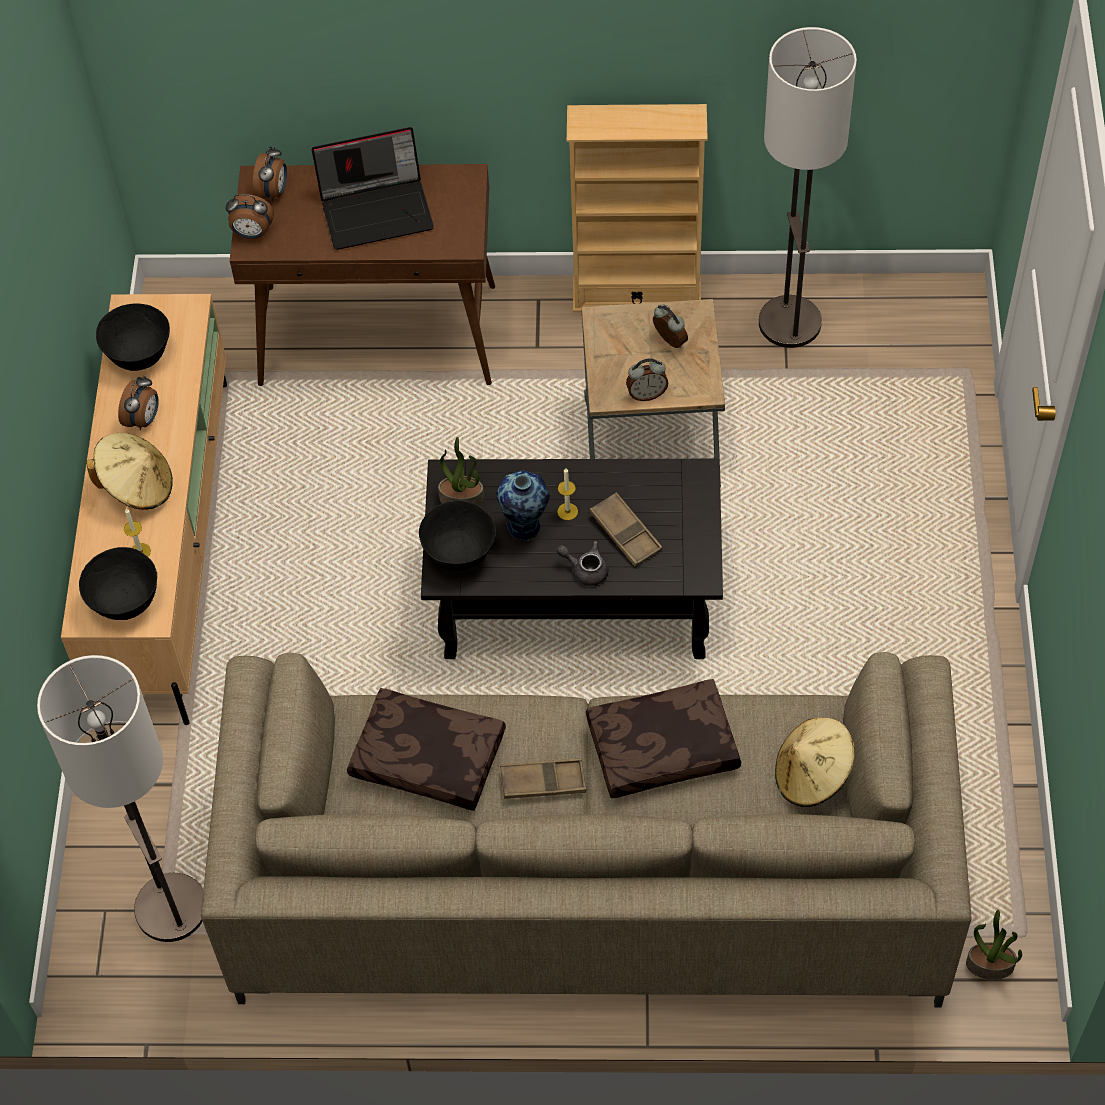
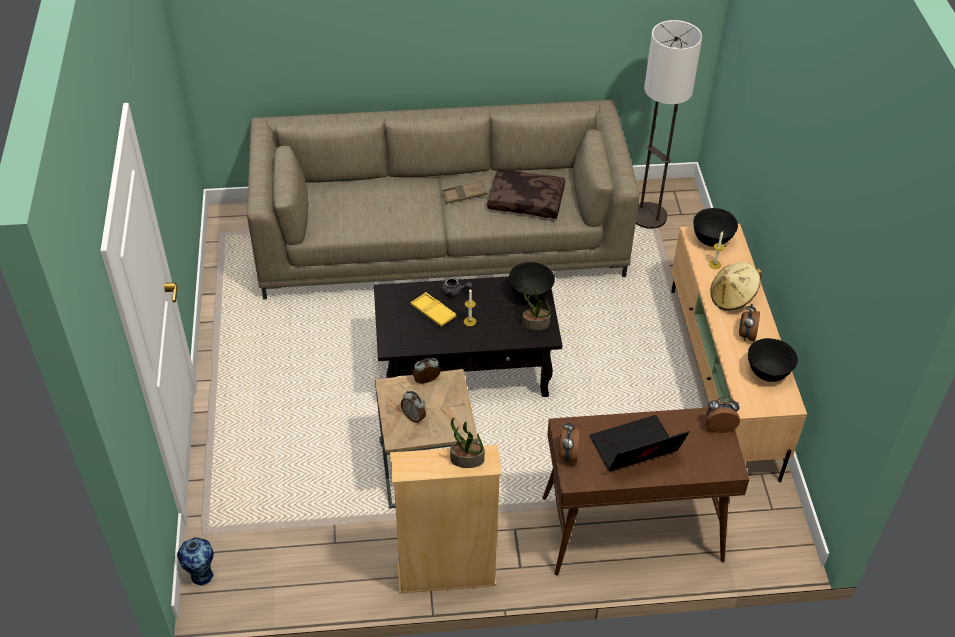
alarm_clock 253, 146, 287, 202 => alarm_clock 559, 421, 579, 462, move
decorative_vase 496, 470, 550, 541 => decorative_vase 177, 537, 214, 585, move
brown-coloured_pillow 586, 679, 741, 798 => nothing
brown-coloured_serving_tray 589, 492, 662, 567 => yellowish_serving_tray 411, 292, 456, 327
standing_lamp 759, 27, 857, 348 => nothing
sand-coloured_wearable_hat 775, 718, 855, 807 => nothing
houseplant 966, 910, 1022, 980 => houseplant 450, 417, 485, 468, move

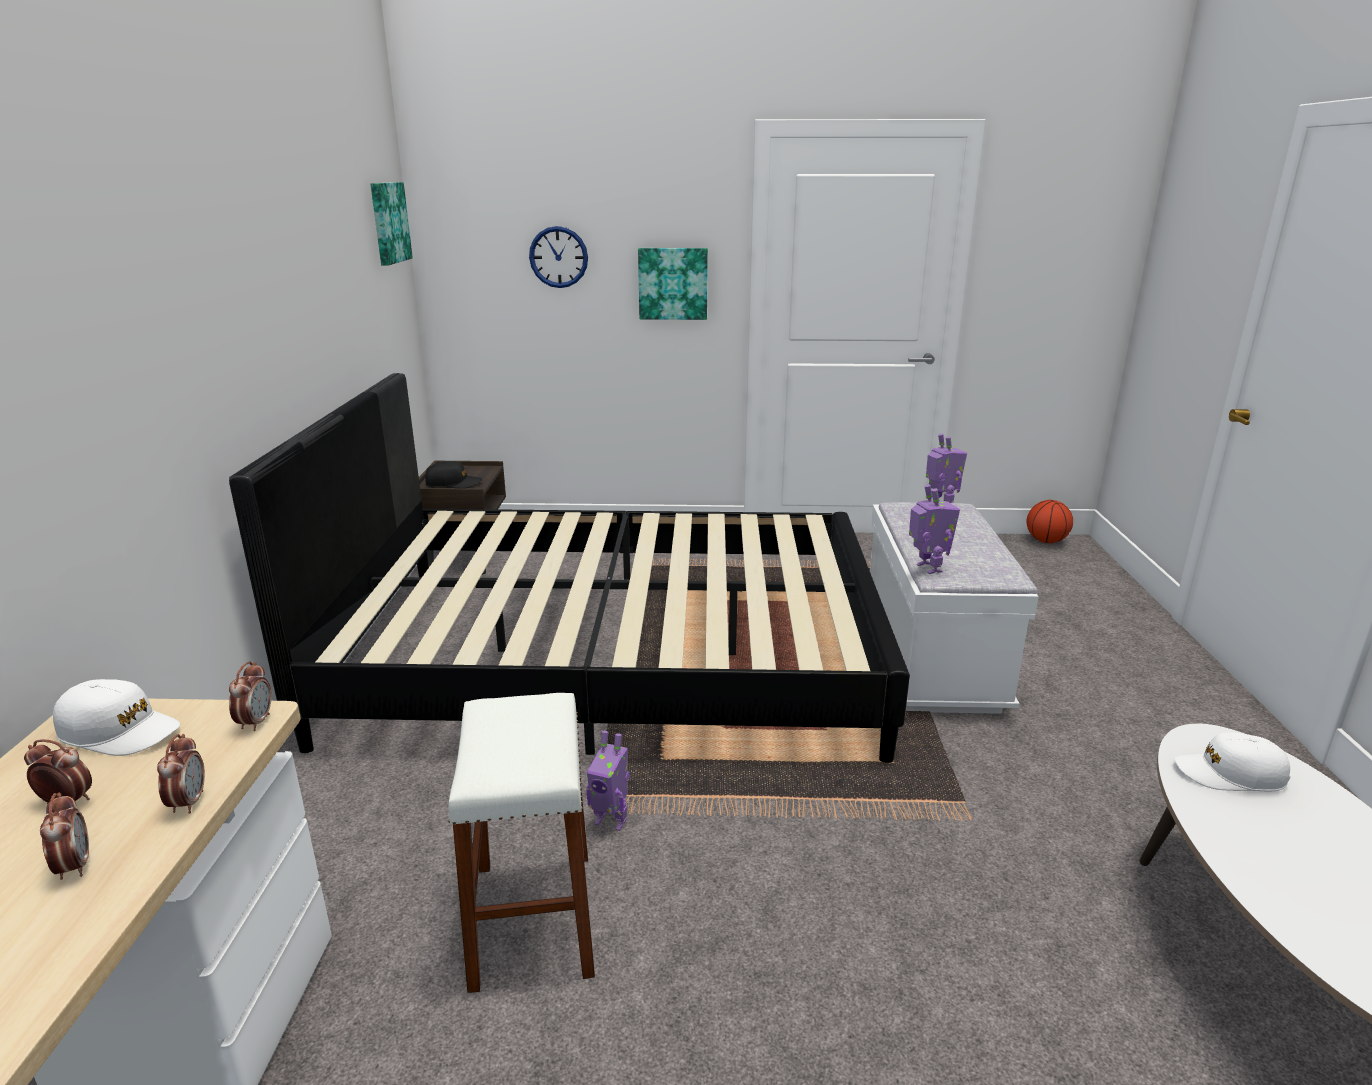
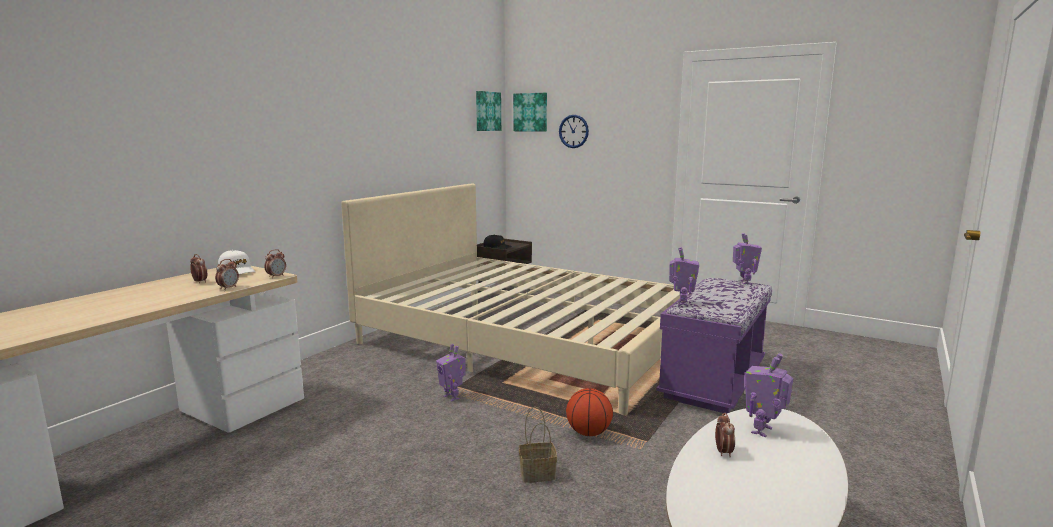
alarm_clock 40, 793, 89, 880 => alarm_clock 715, 413, 735, 457, move
blackish_bedroom_bed 229, 373, 910, 763 => sand-coloured_bedroom_bed 341, 183, 688, 415
whitish_stool 448, 693, 595, 993 => nothing
wall_art 638, 248, 708, 320 => wall_art 513, 93, 547, 132, move
whitish_indoor_bench 870, 502, 1039, 714 => purple_indoor_bench 656, 278, 772, 414
basketball 1027, 500, 1073, 543 => basketball 566, 388, 613, 436, move
whitish_peaked_cap 1174, 732, 1291, 791 => model_robot 745, 353, 793, 437
nothing => household_basket 519, 407, 557, 483

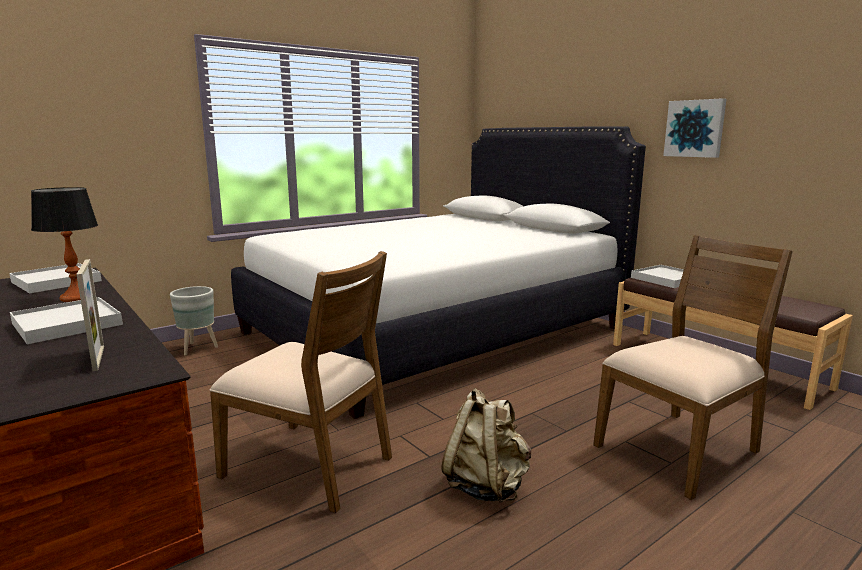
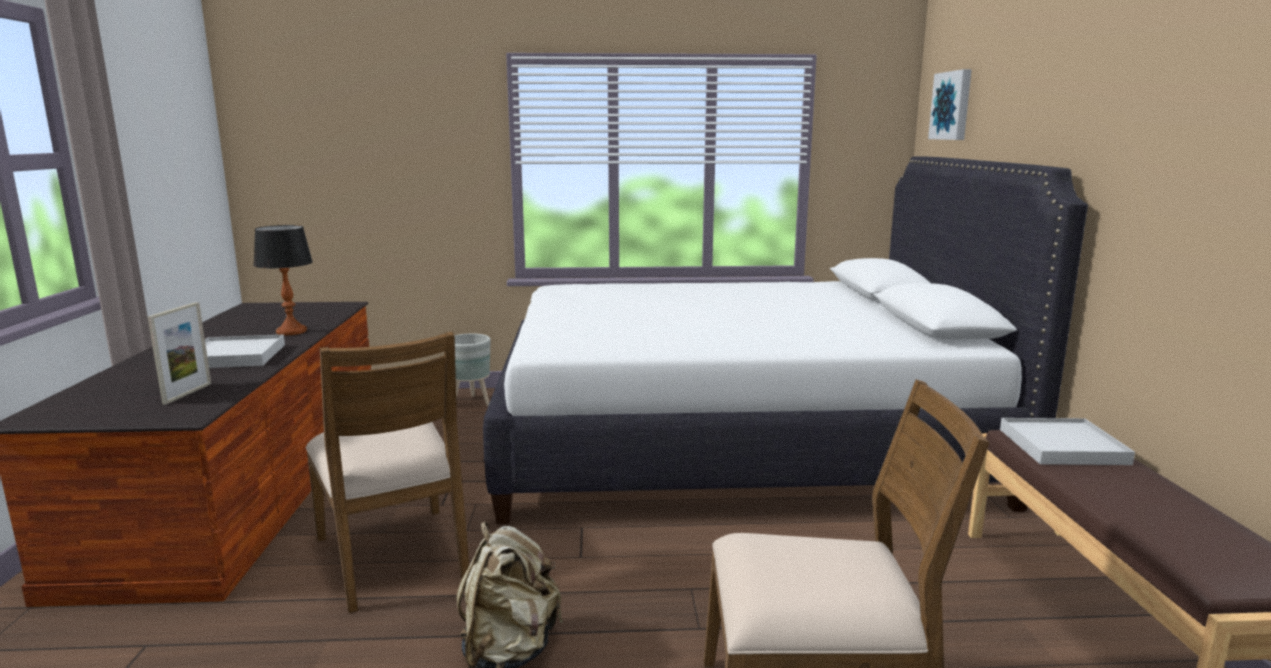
whitish_serving_tray 9, 263, 102, 294 => nothing
wall_art 663, 98, 727, 158 => wall_art 928, 69, 972, 140, move

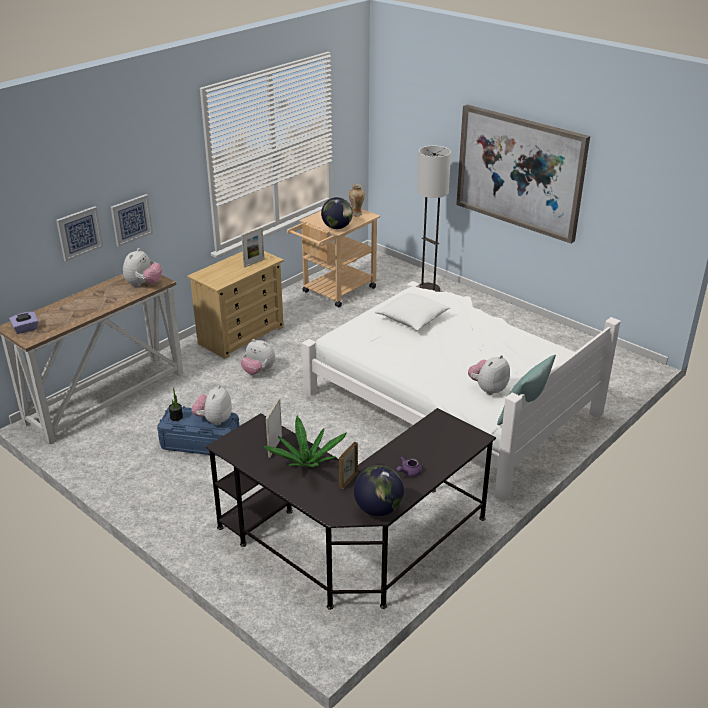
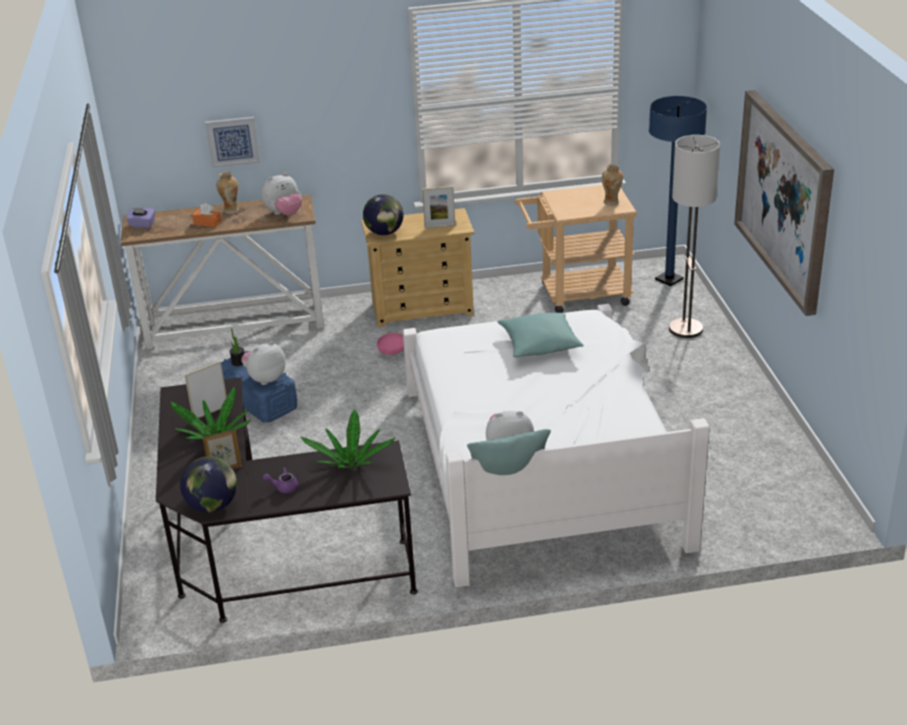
wall_art 111, 194, 153, 247 => nothing
soft_toy 241, 339, 275, 375 => pink-coloured_serving_bowl 377, 333, 404, 355
world_globe 321, 197, 353, 229 => world_globe 363, 194, 404, 235, move
whitish_pillow 375, 293, 450, 331 => turquoise-coloured_pillow 498, 313, 584, 358
nothing => orangey_tissue_box 192, 203, 222, 227
nothing => decorative_vase 216, 171, 239, 214
nothing => houseplant 300, 409, 396, 469
nothing => bluish_standing_lamp 649, 96, 707, 286

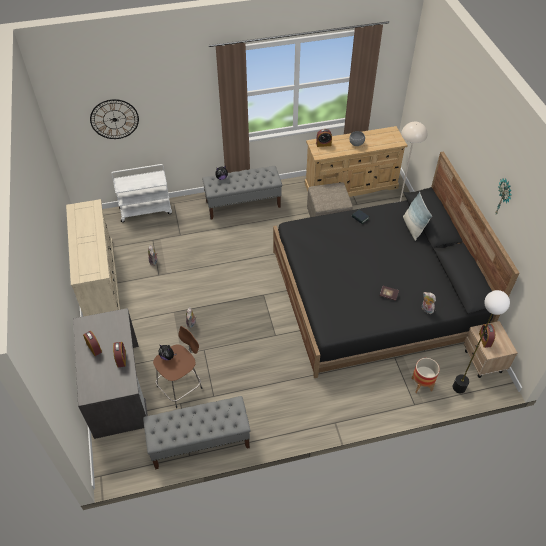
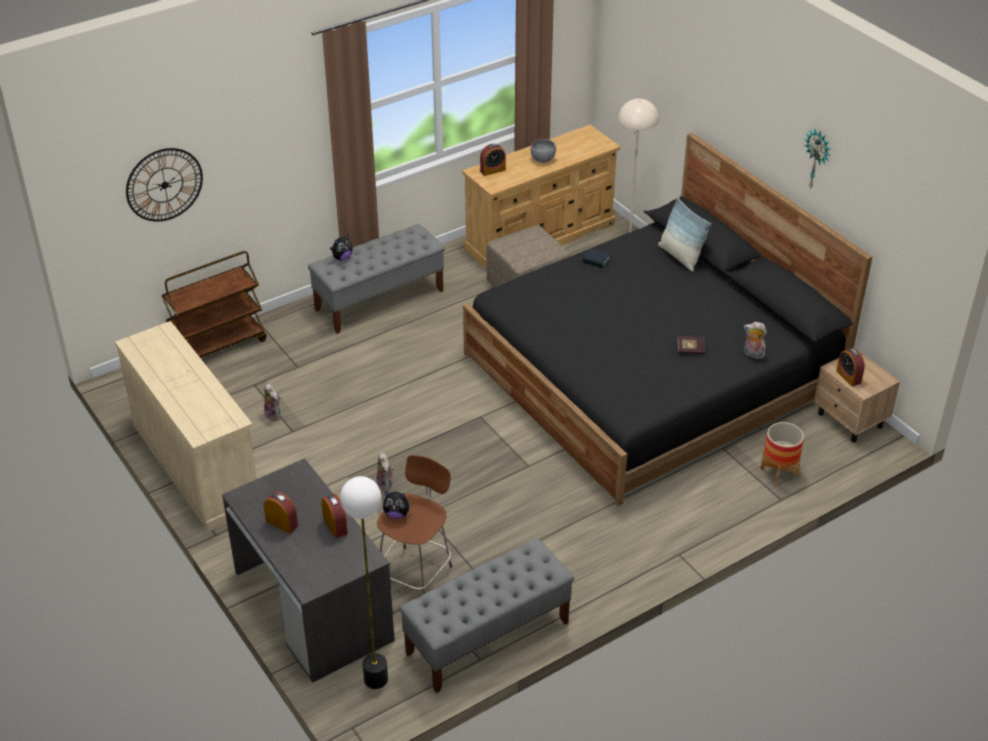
whitish_cart 112, 164, 172, 222 => brown-coloured_cart 161, 251, 267, 358
standing_lamp 453, 290, 510, 393 => standing_lamp 340, 476, 388, 689, move

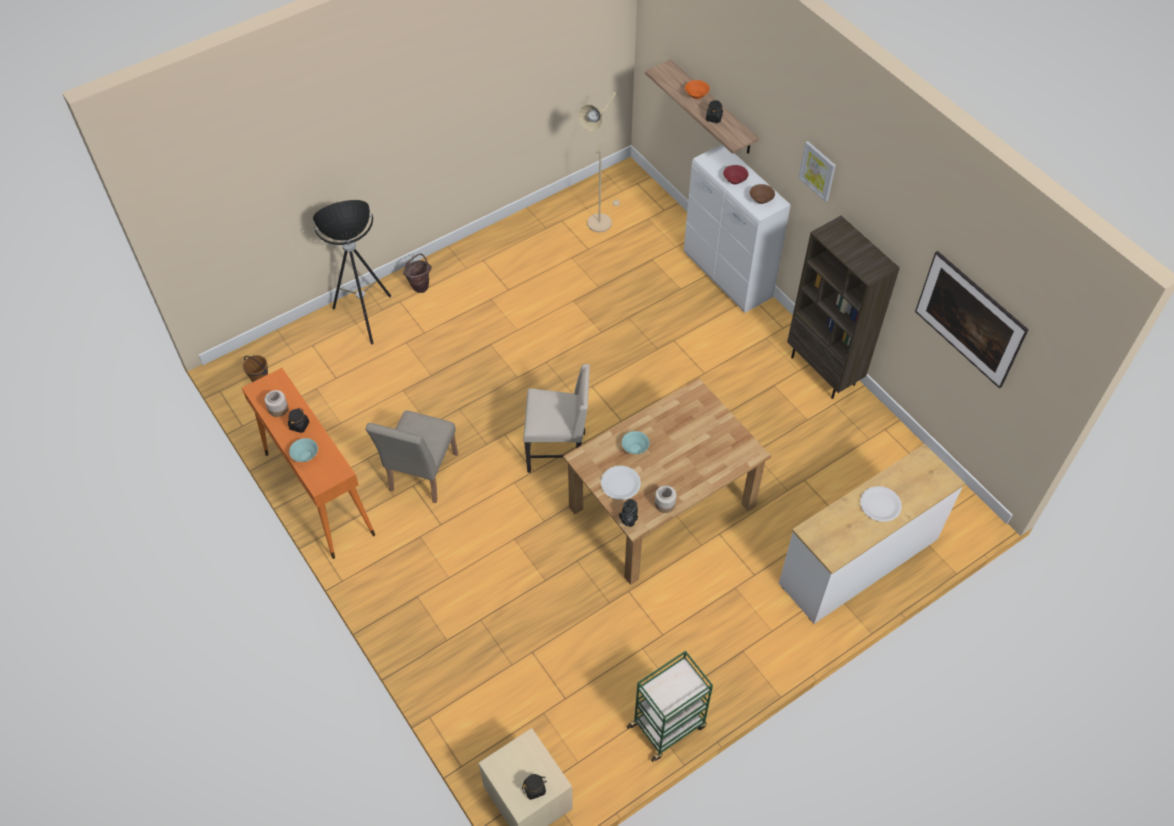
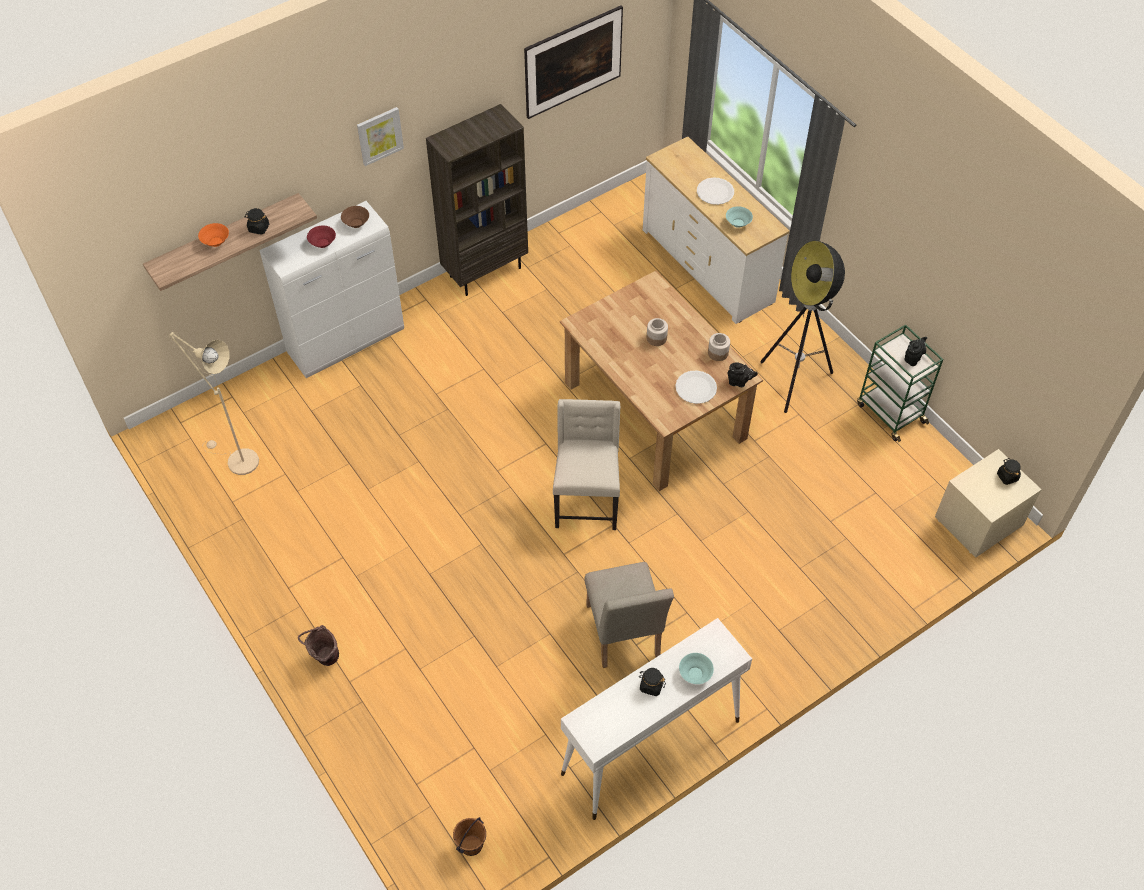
orangey_narrow_table 242, 368, 375, 559 => whitish_narrow_table 561, 618, 752, 820
preserve_jar 265, 390, 288, 417 => preserve_jar 647, 318, 668, 346, move
standing_lamp 313, 200, 391, 344 => standing_lamp 760, 241, 845, 413, move
sand-coloured_chair 366, 410, 458, 503 => sand-coloured_chair 585, 562, 674, 668, 60 degrees clockwise
turquoise-coloured_serving_bowl 622, 431, 650, 454 => turquoise-coloured_serving_bowl 726, 206, 753, 228, move
nothing => blackish_tea_pot 904, 337, 927, 366

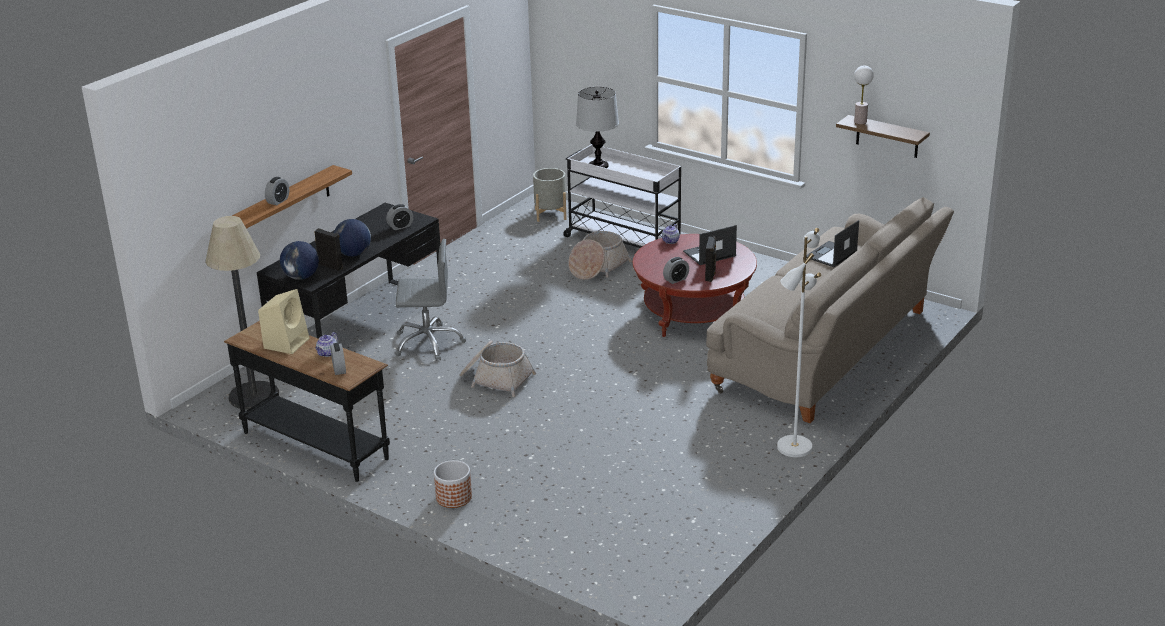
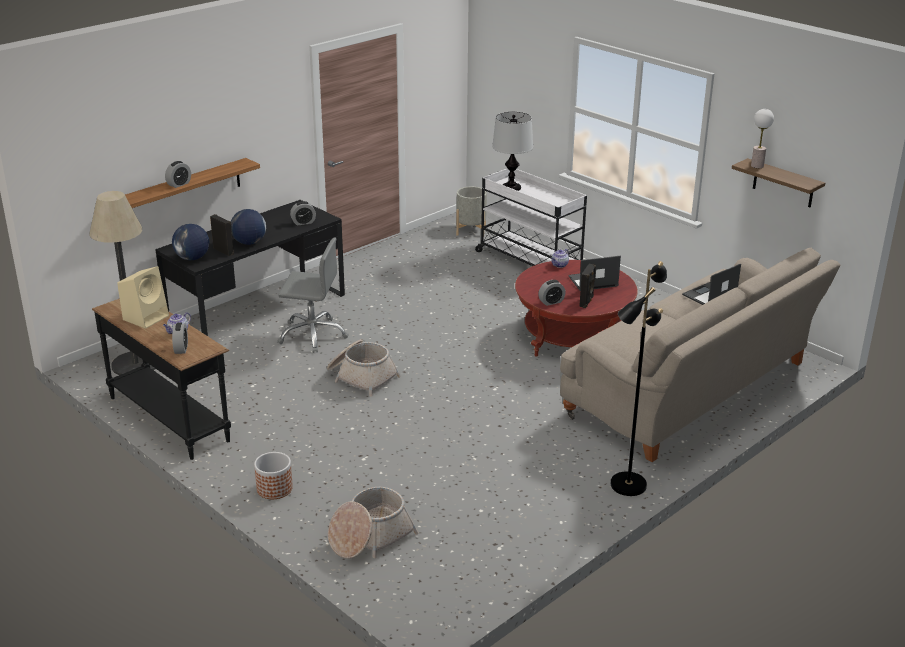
household_basket 568, 231, 632, 280 => household_basket 328, 487, 419, 559, move
whitish_standing_lamp 777, 228, 821, 457 => blackish_standing_lamp 611, 261, 667, 496

